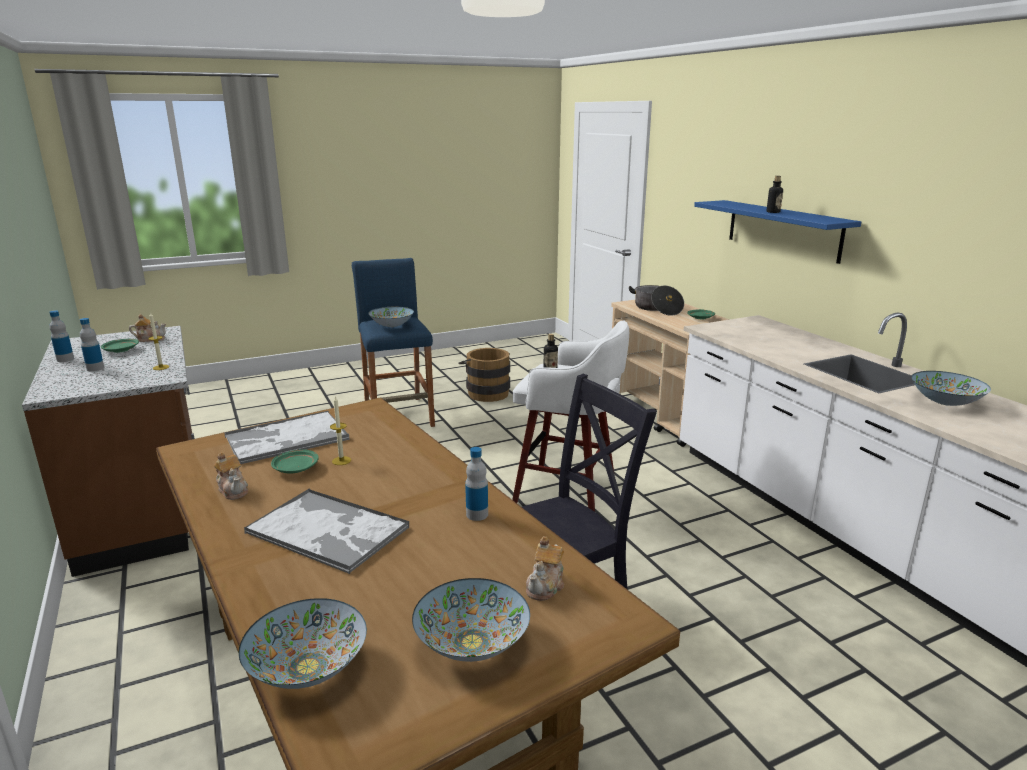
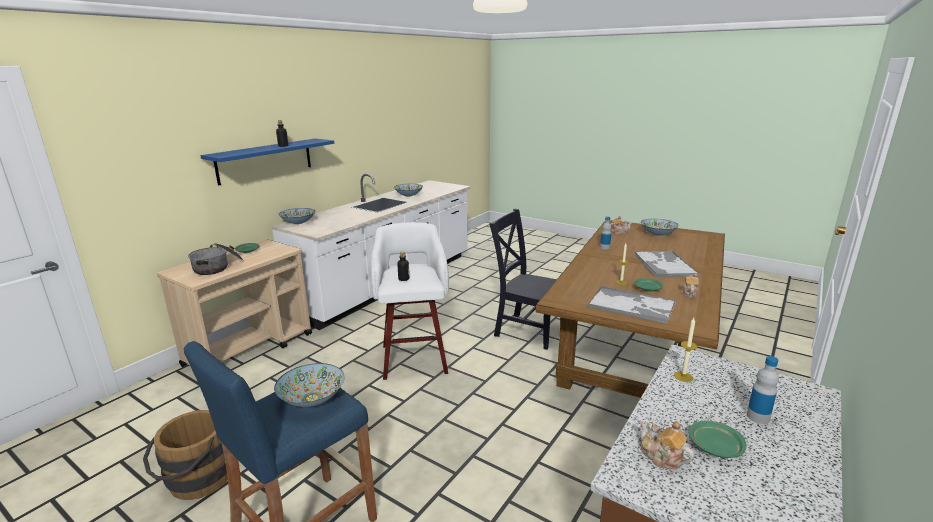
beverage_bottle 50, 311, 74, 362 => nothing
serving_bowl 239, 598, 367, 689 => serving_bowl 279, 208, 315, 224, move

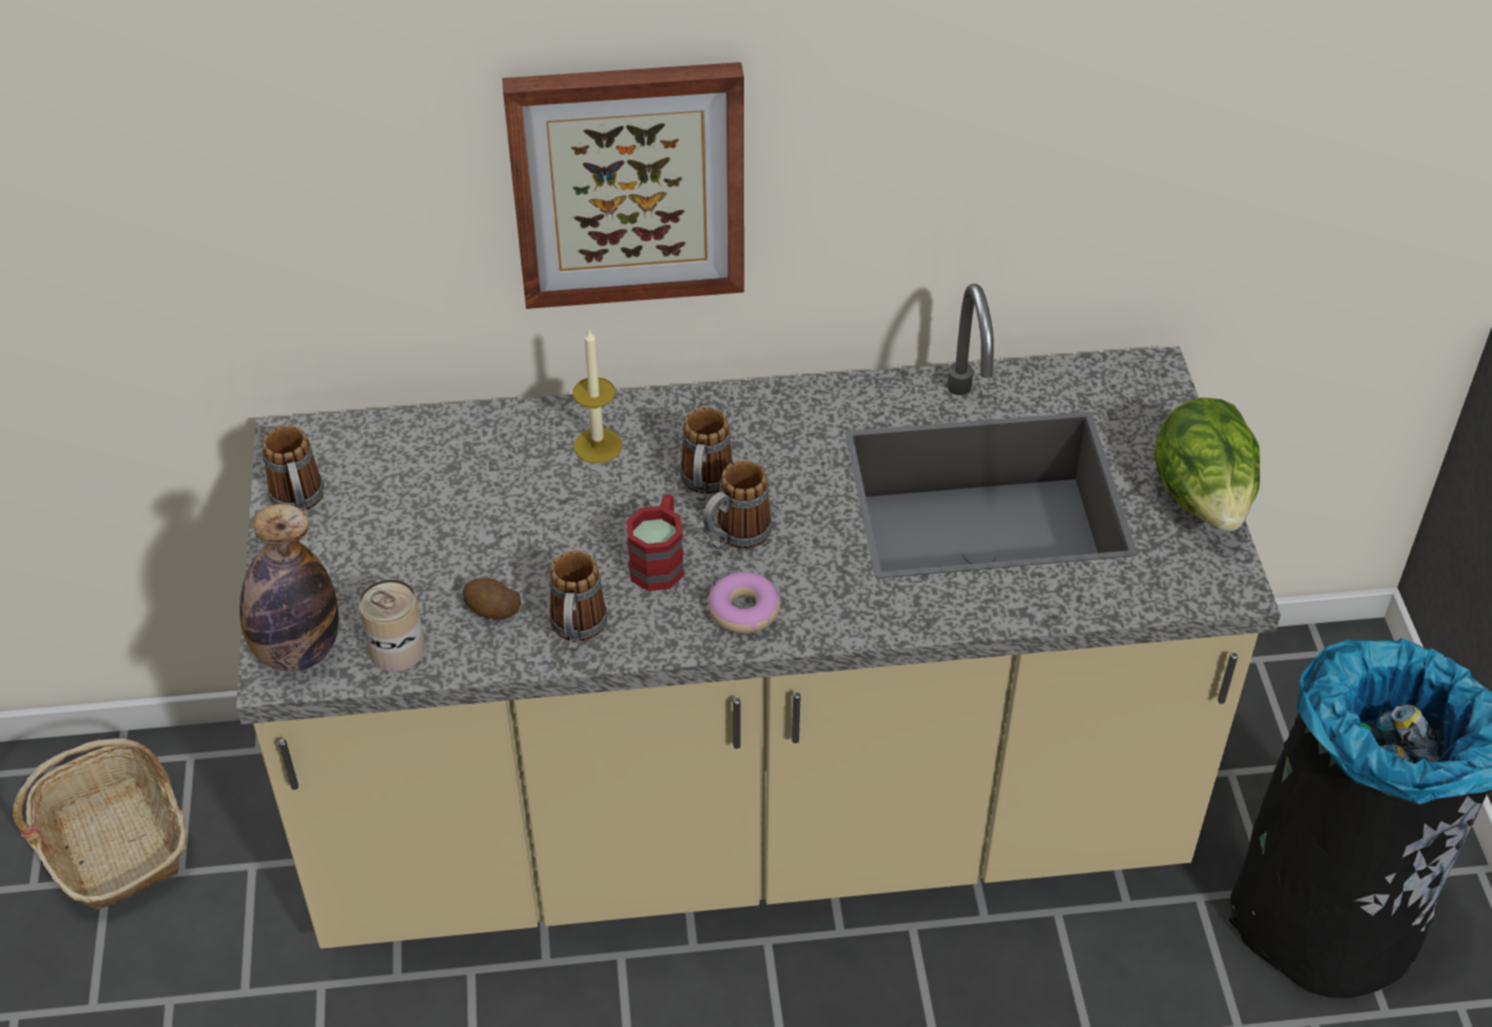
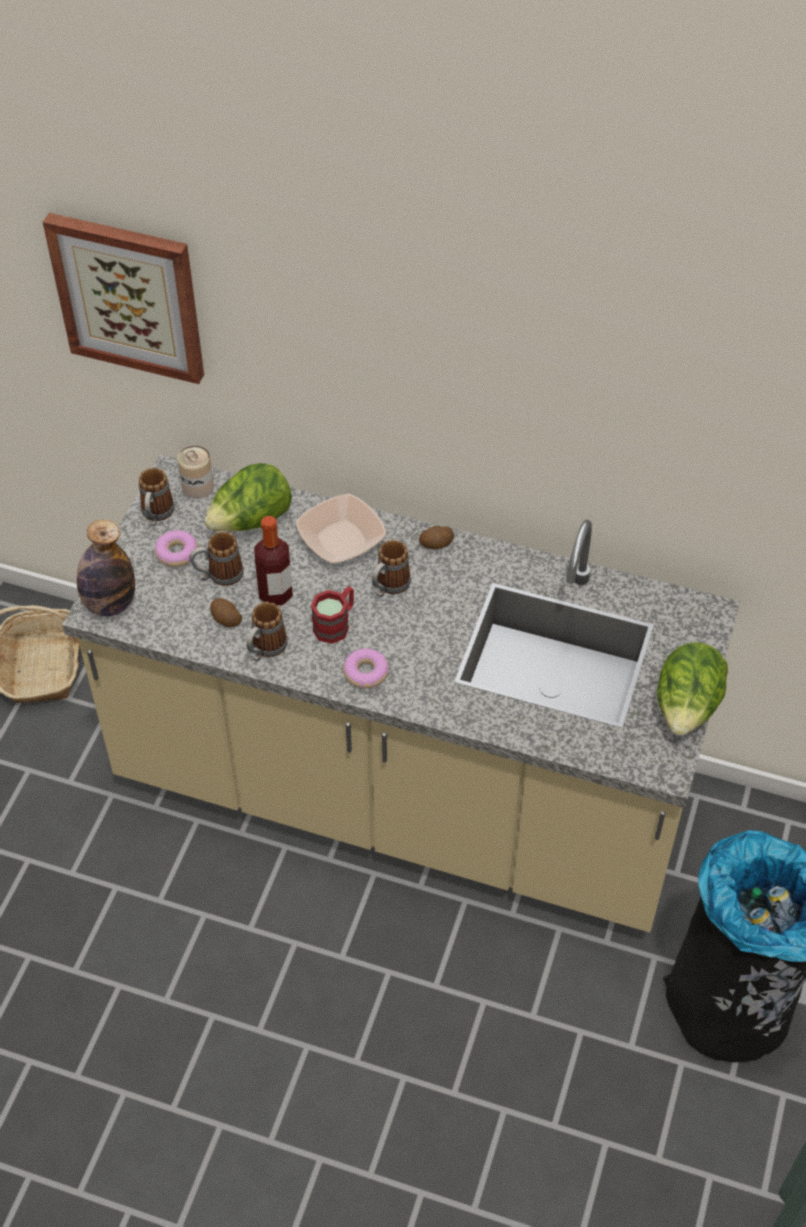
sealed_can 359, 580, 425, 672 => sealed_can 177, 446, 214, 499, move
wall_art 502, 62, 744, 309 => wall_art 43, 213, 204, 384, move
candle 573, 329, 622, 464 => serving_bowl 296, 494, 386, 563
tea_mug 703, 460, 772, 550 => tea_mug 189, 531, 244, 586, move
nothing => ring_doughnut 155, 530, 198, 567
nothing => lettuce_head 204, 463, 292, 531
nothing => beverage_bottle 254, 516, 293, 606
nothing => whole_potato 419, 526, 454, 549

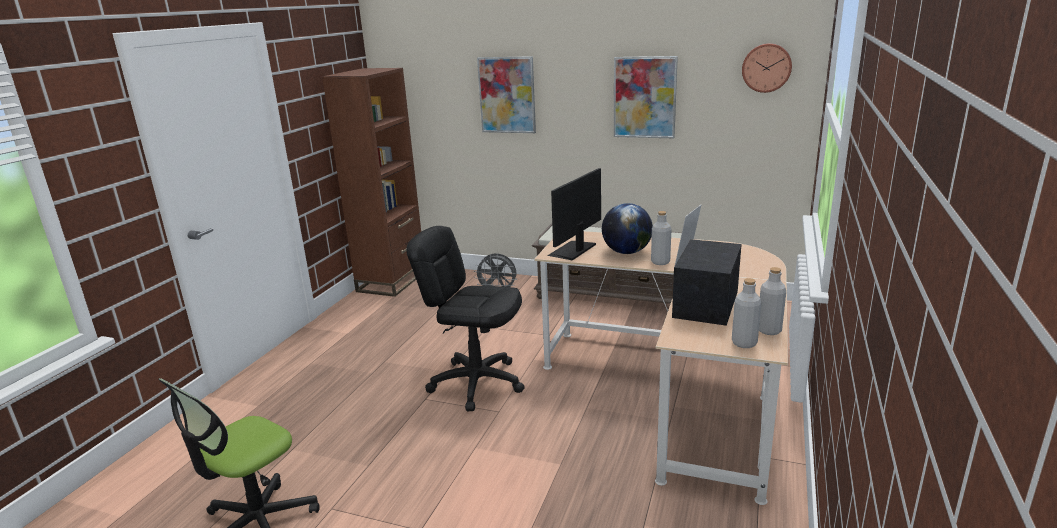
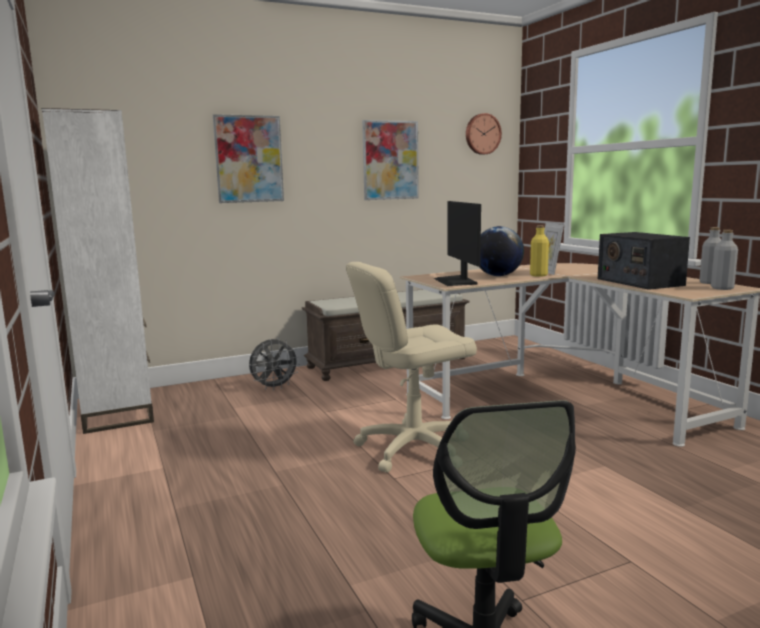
brown-coloured_bookcase 322, 68, 421, 297 => whitish_bookcase 42, 108, 154, 434
blackish_computer_chair 406, 226, 524, 411 => sand-coloured_computer_chair 346, 262, 477, 473
grey_beverage_bottle 651, 211, 671, 265 => yellowish_beverage_bottle 530, 225, 549, 277

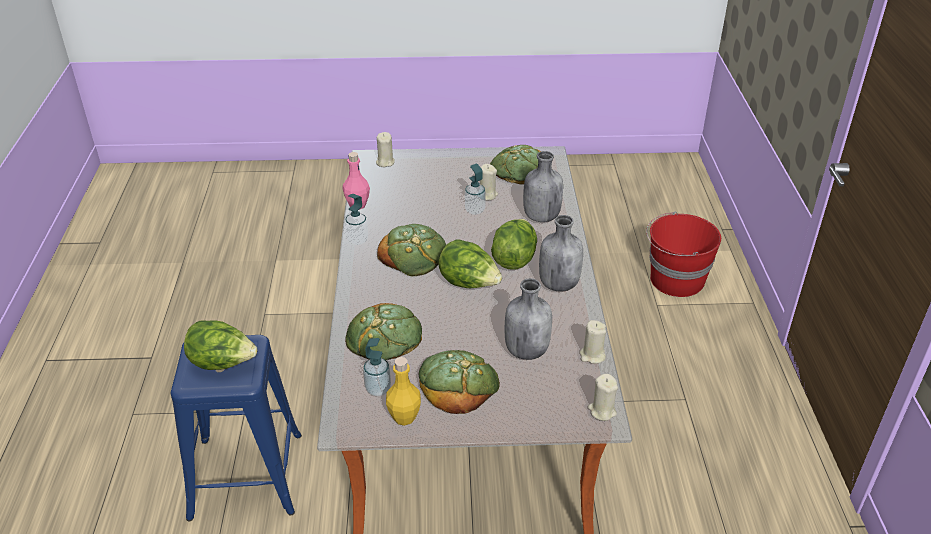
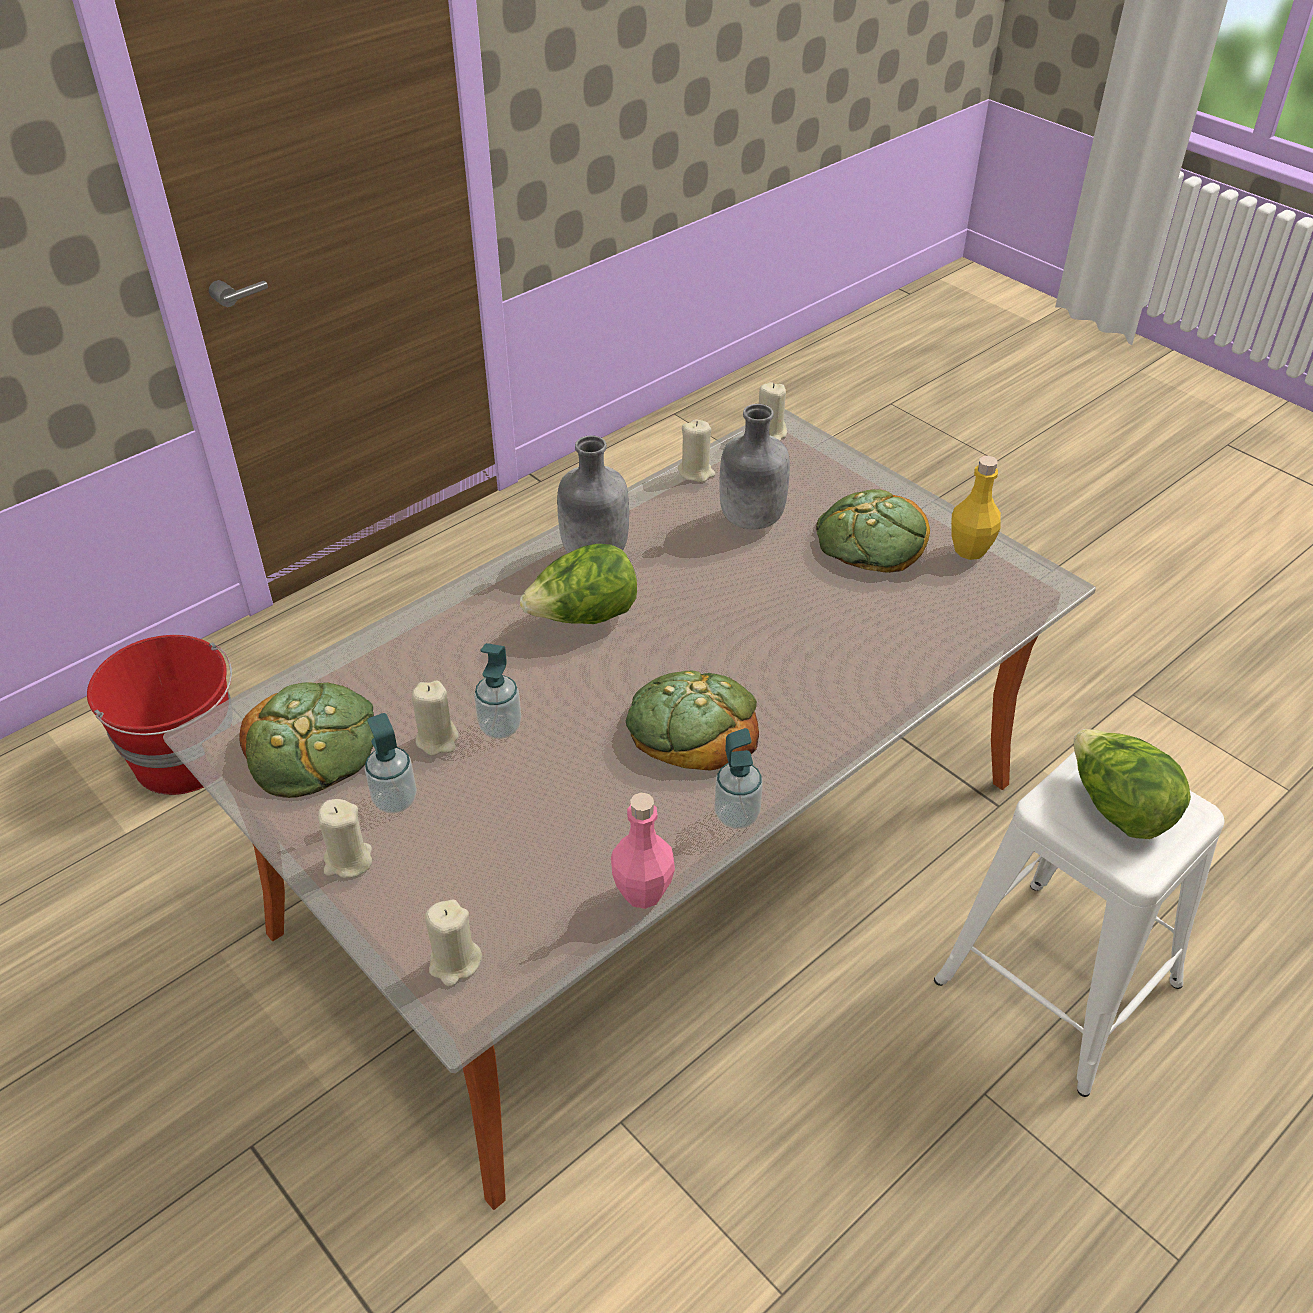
bluish_stool 171, 335, 302, 521 => whitish_stool 934, 752, 1225, 1097
baked_bread 345, 303, 422, 360 => nothing
soap_dispenser 363, 338, 391, 396 => soap_dispenser 364, 713, 417, 813, move
lettuce_head 439, 240, 502, 288 => nothing
grey_beverage_bottle 523, 151, 563, 222 => nothing
nothing => sand-coloured_candle 318, 799, 372, 878

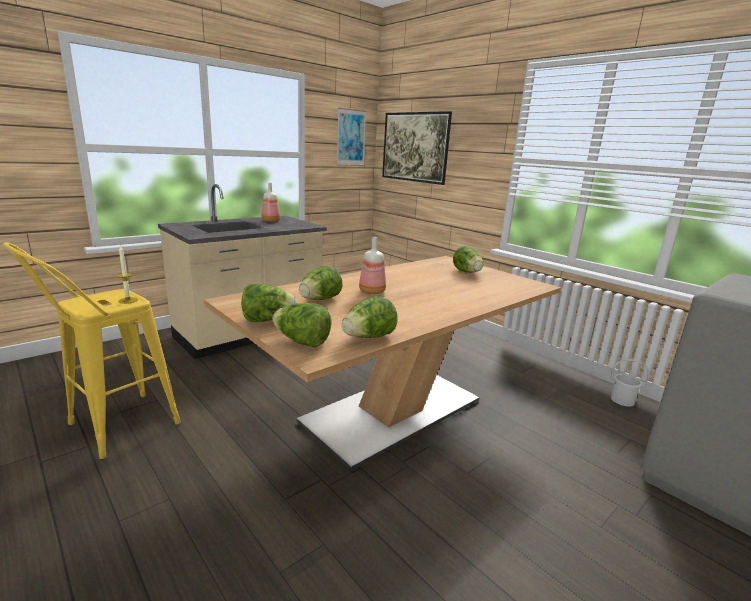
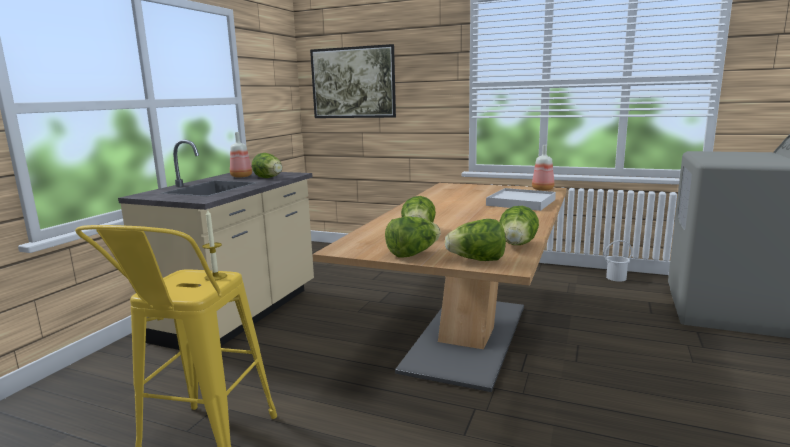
wall_art 337, 108, 366, 166 => nothing
beverage_bottle 359, 237, 386, 294 => beverage_bottle 532, 145, 554, 191, move
lettuce_head 453, 246, 483, 273 => lettuce_head 252, 153, 282, 178, move
nothing => whitish_serving_tray 486, 188, 556, 211

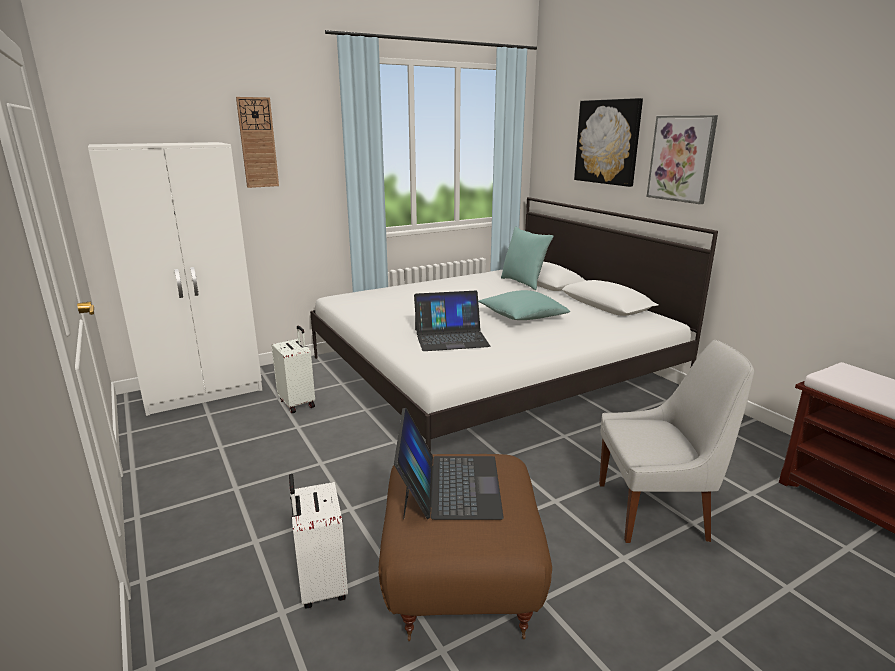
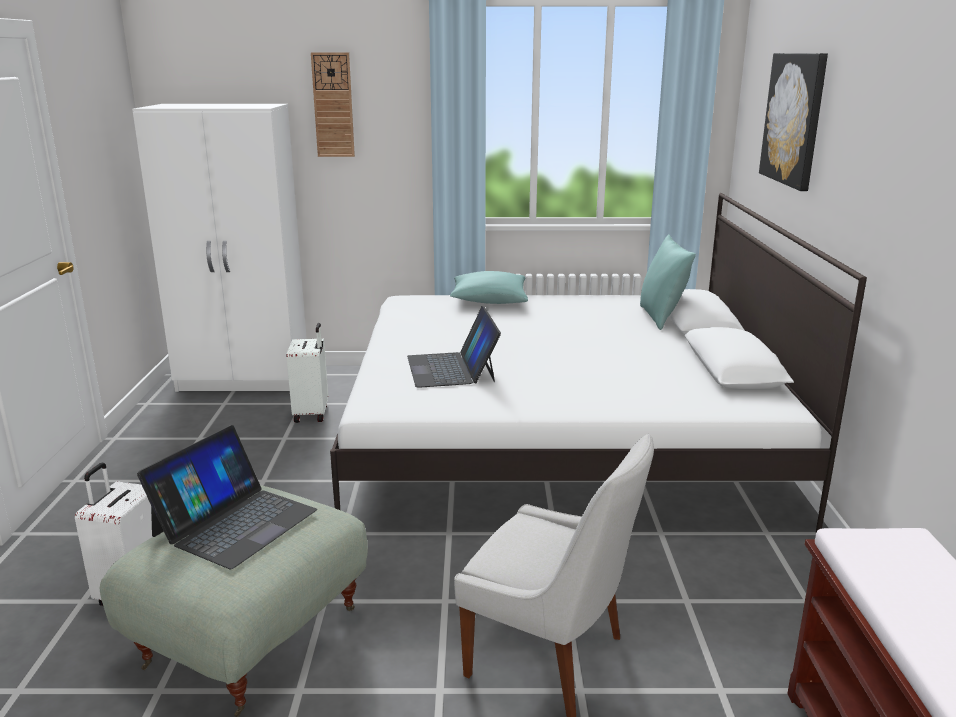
brown-coloured_pouffe 378, 454, 552, 641 => grey_pouffe 100, 485, 368, 717
laptop 414, 291, 490, 351 => laptop 407, 306, 501, 388, 60 degrees clockwise
turquoise-coloured_pillow 478, 290, 570, 320 => turquoise-coloured_pillow 450, 271, 528, 304, move
wall_art 646, 115, 718, 204 => nothing

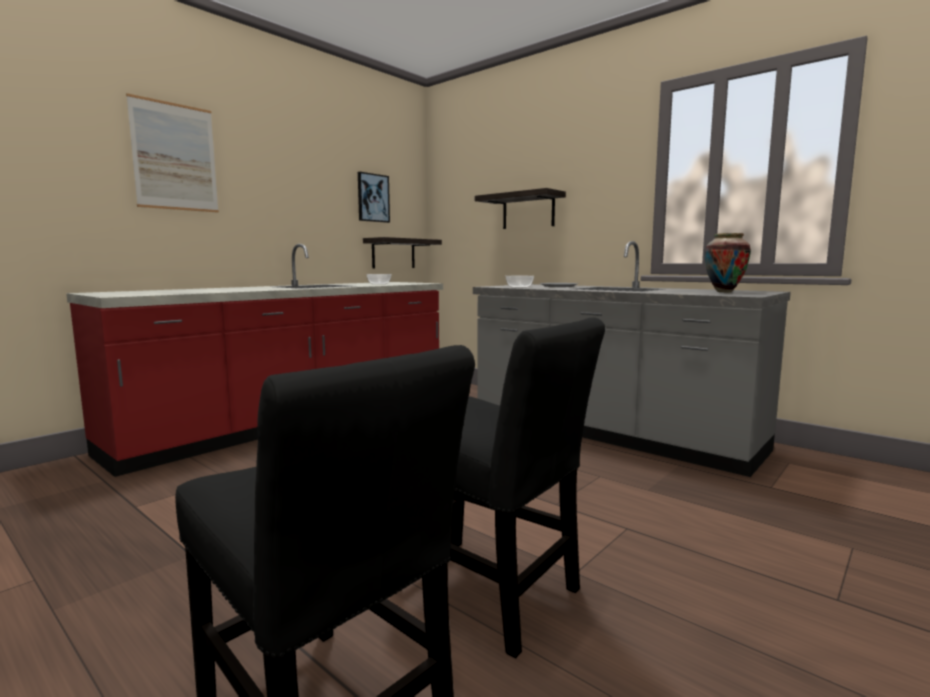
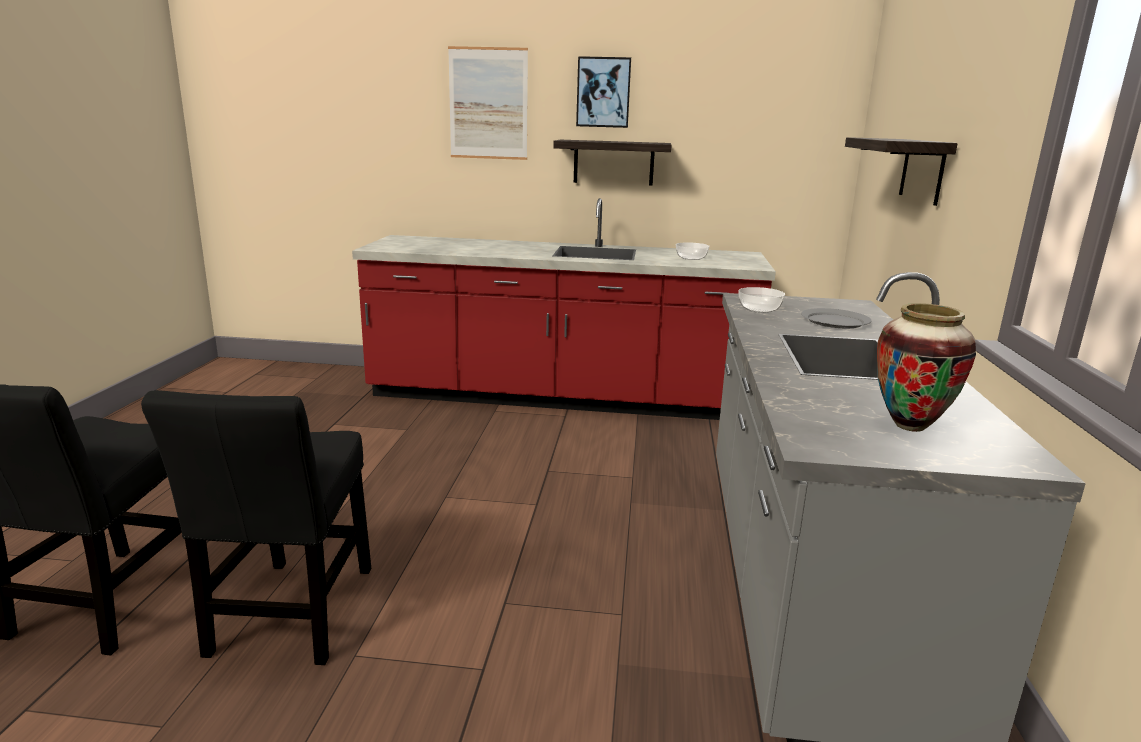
wall_art 358, 172, 390, 223 => wall_art 576, 56, 631, 128, move
wall_shelf 363, 237, 442, 268 => wall_shelf 553, 140, 671, 186, move

